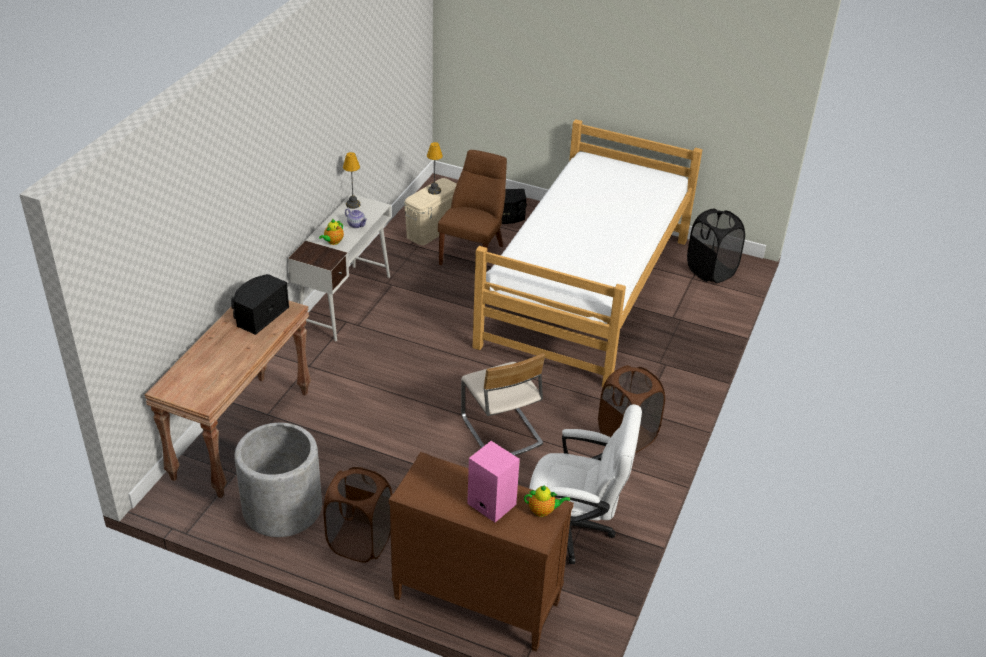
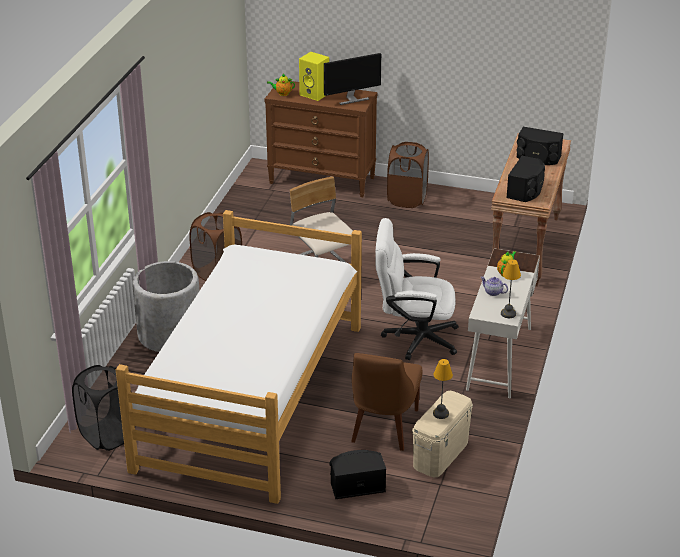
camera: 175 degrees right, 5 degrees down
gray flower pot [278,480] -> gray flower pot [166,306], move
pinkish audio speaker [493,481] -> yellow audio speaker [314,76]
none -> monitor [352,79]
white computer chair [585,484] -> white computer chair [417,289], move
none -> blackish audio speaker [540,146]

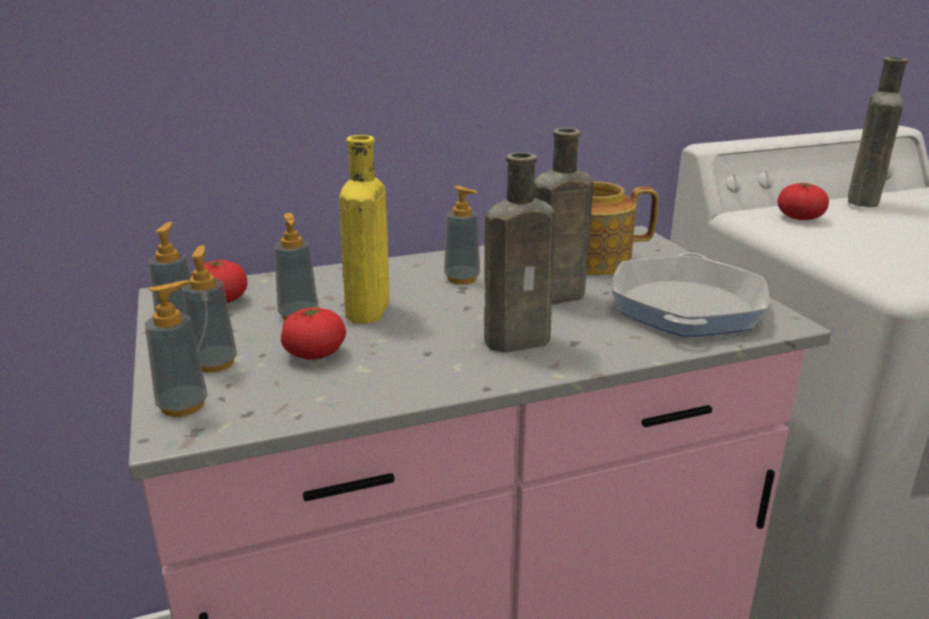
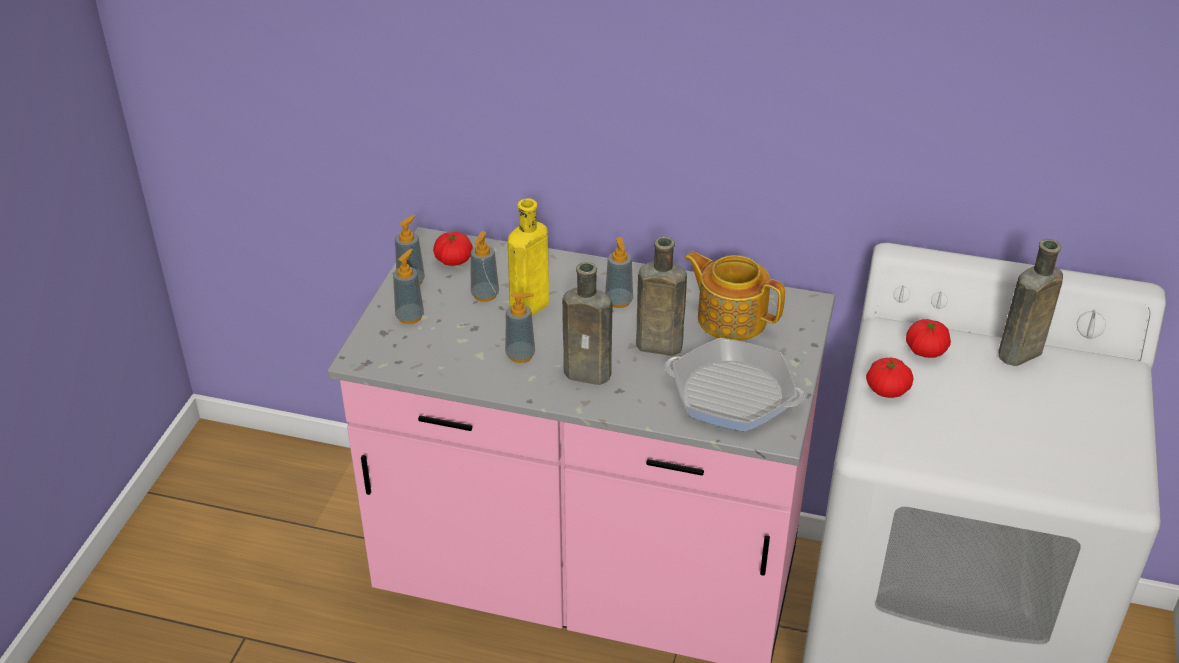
camera: 35 degrees right, 15 degrees up
liquid soap bottle [176,348] -> liquid soap bottle [520,328], move
pan [690,295] -> pan [735,385], 60 degrees clockwise
whole tomato [313,333] -> whole tomato [889,378], move

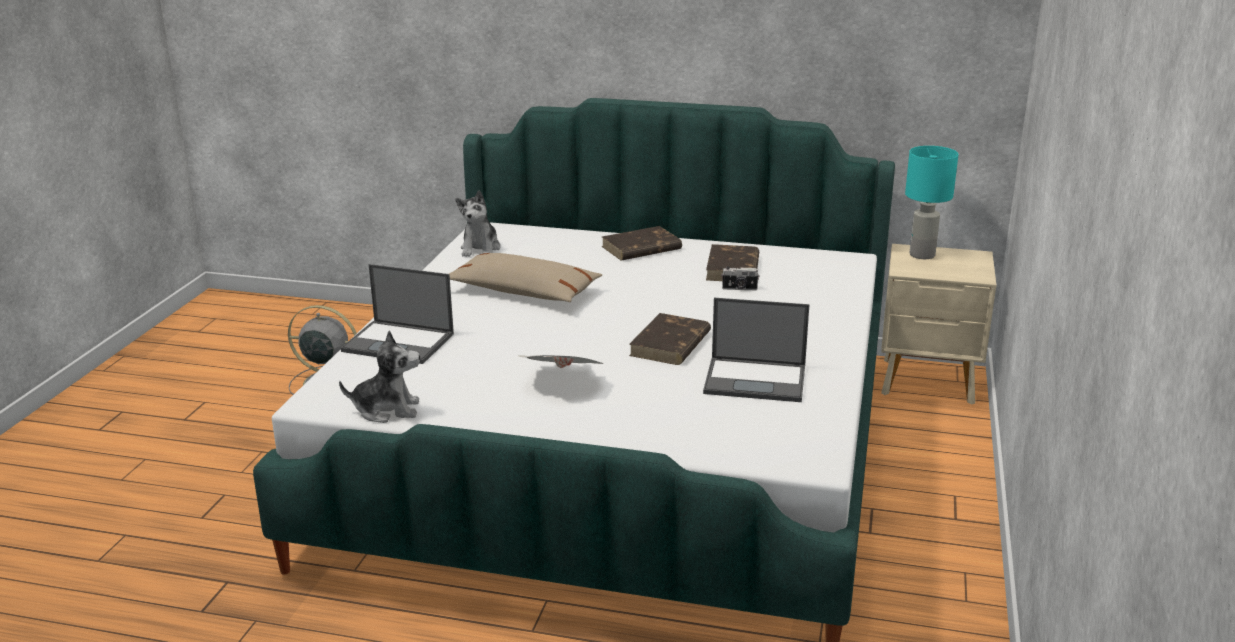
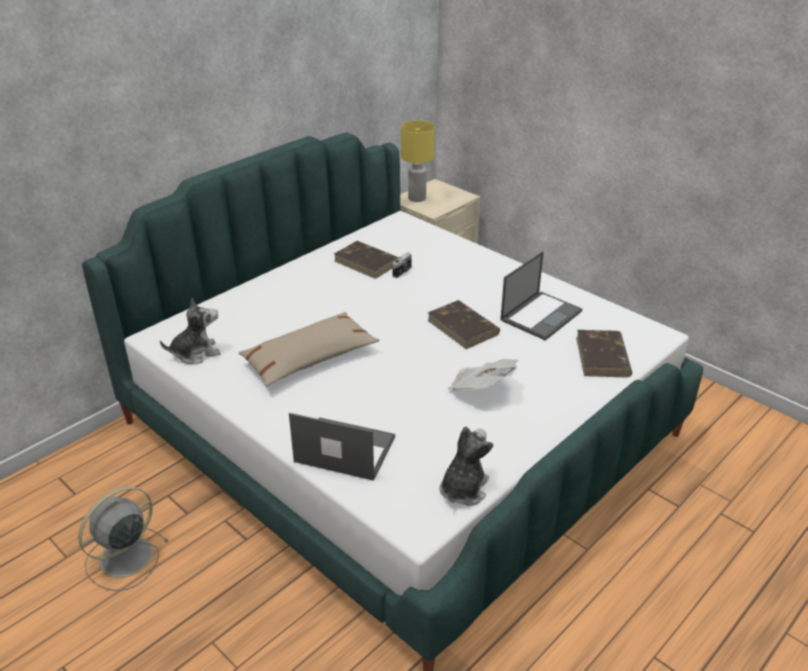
camera: 60 degrees left, 10 degrees up
cuddly toy [478,223] -> cuddly toy [190,331], 60 degrees counterclockwise
notebook computer [397,314] -> notebook computer [342,447], 120 degrees counterclockwise
turquoise table lamp [932,202] -> yellow table lamp [418,161]
brownish book [641,243] -> brownish book [604,353], move

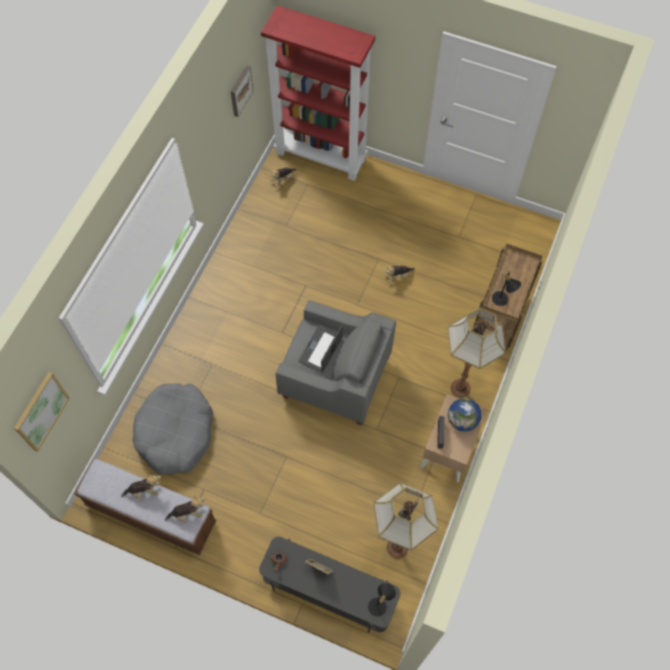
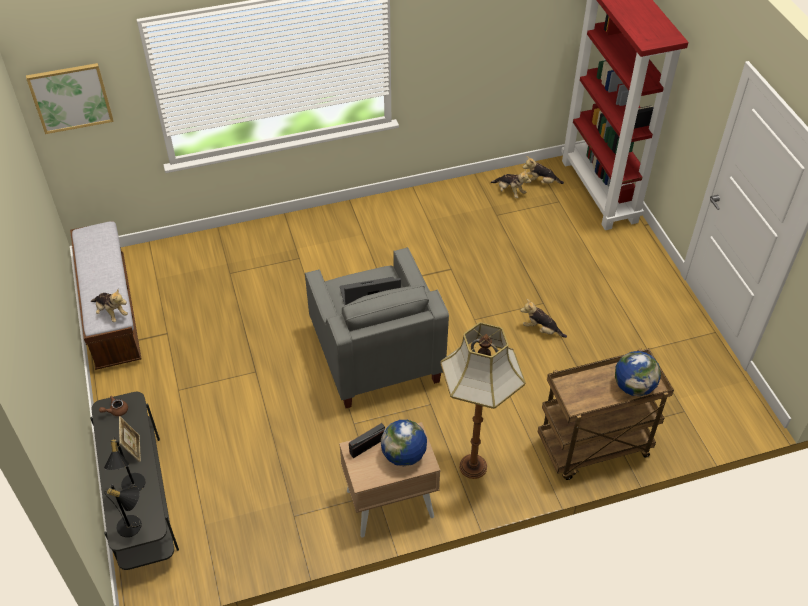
camera: 50 degrees right, 15 degrees down
blackish table lamp [506,289] -> blackish table lamp [124,464], move
cuddly toy [141,486] -> cuddly toy [510,184], move
none -> desk globe [638,373]
gray dog bed [173,429] -> none
wall picture [241,91] -> none
standing lamp [406,521] -> none

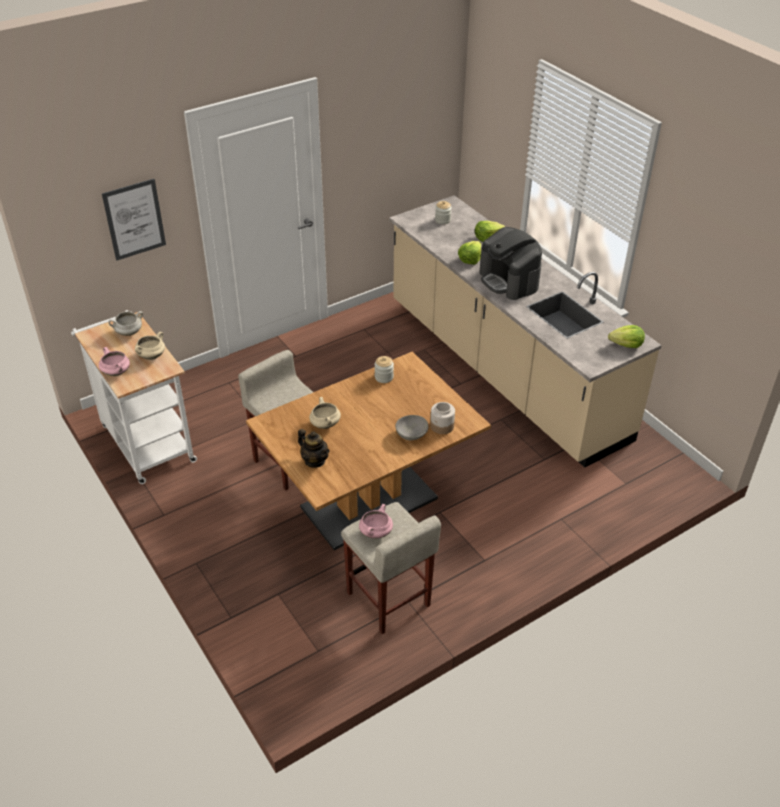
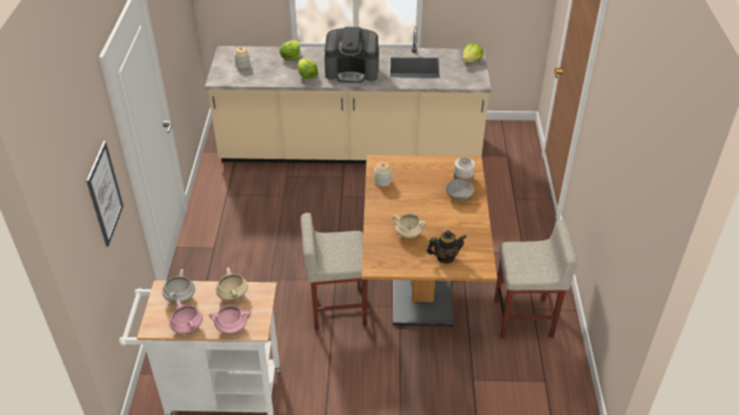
camera: 55 degrees left, 0 degrees up
pinkish saucepot [376,521] -> pinkish saucepot [186,317], move

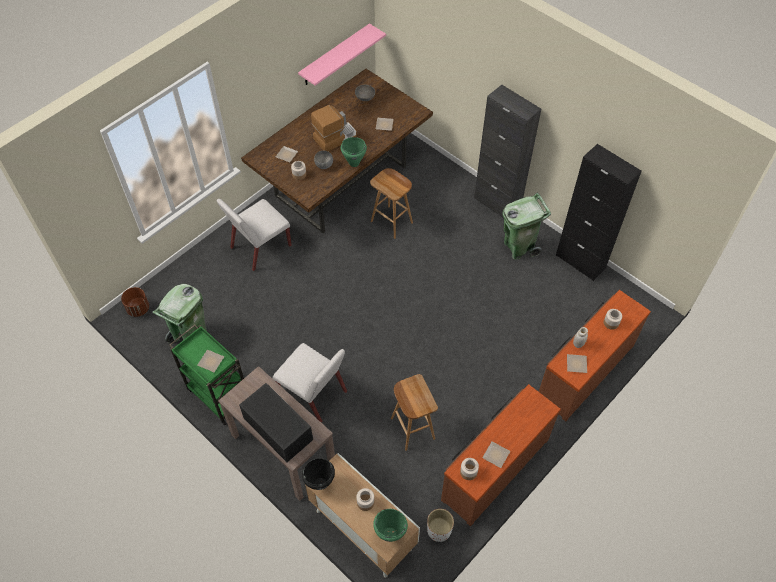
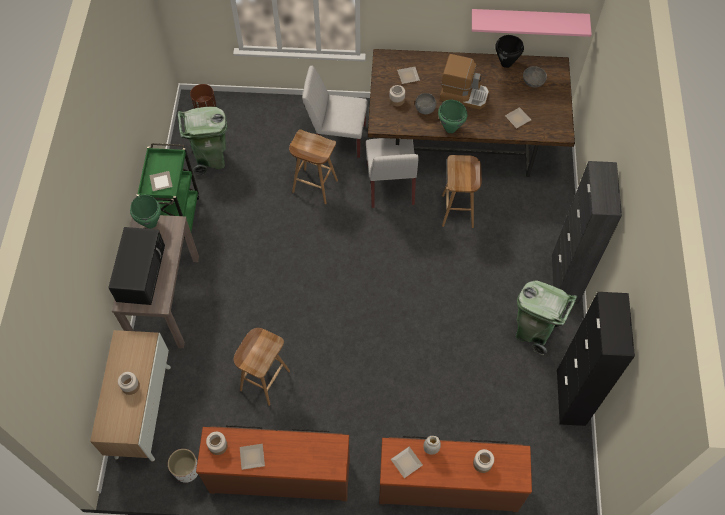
camera: 50 degrees right, 5 degrees up
greenish saucepot [390,525] -> greenish saucepot [145,212], move
none -> brownish stool [313,166]
white plain chair [310,383] -> white plain chair [392,173], move
blackish saucepot [318,474] -> blackish saucepot [509,51], move

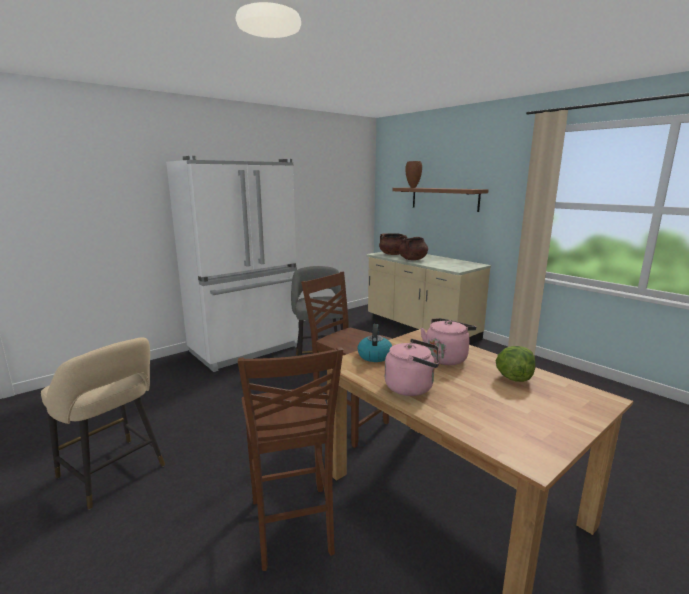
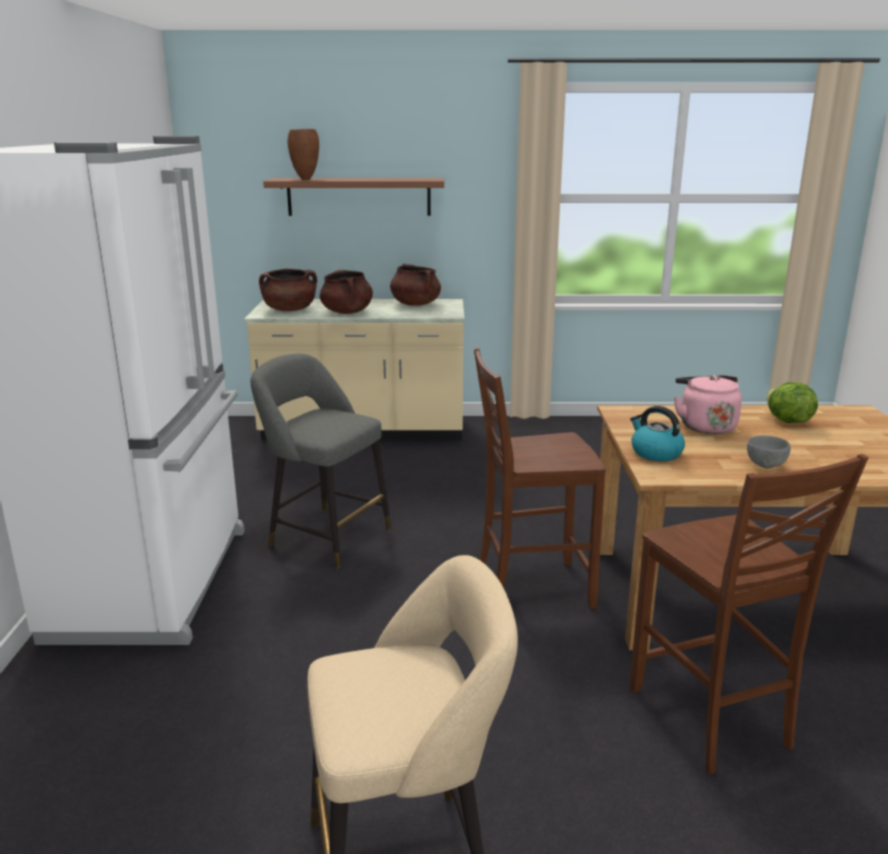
camera: 50 degrees left, 5 degrees up
none -> brownish saucepot [415,285]
brownish plain chair [290,459] -> brownish plain chair [749,614], 45 degrees clockwise
pinkish kettle [412,367] -> gray serving bowl [769,451]

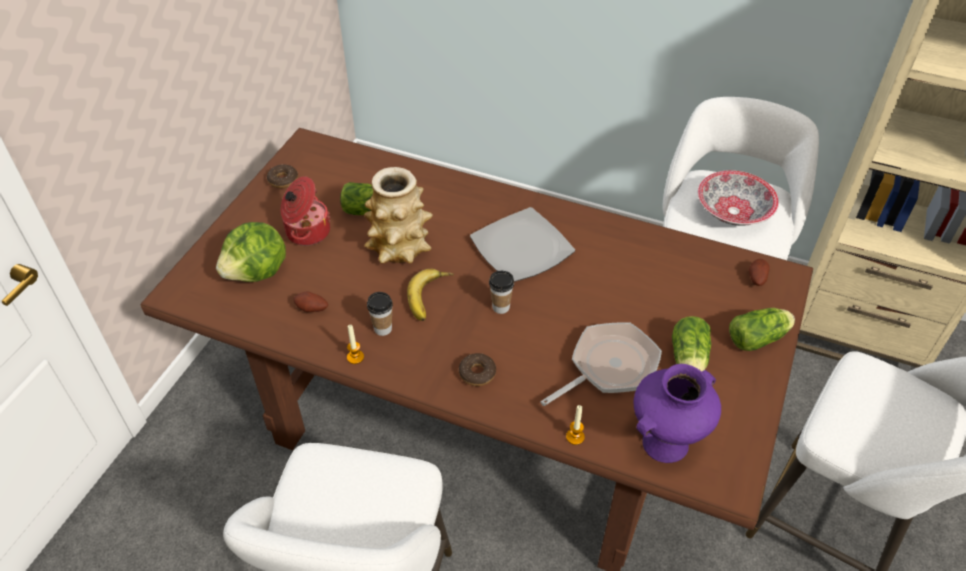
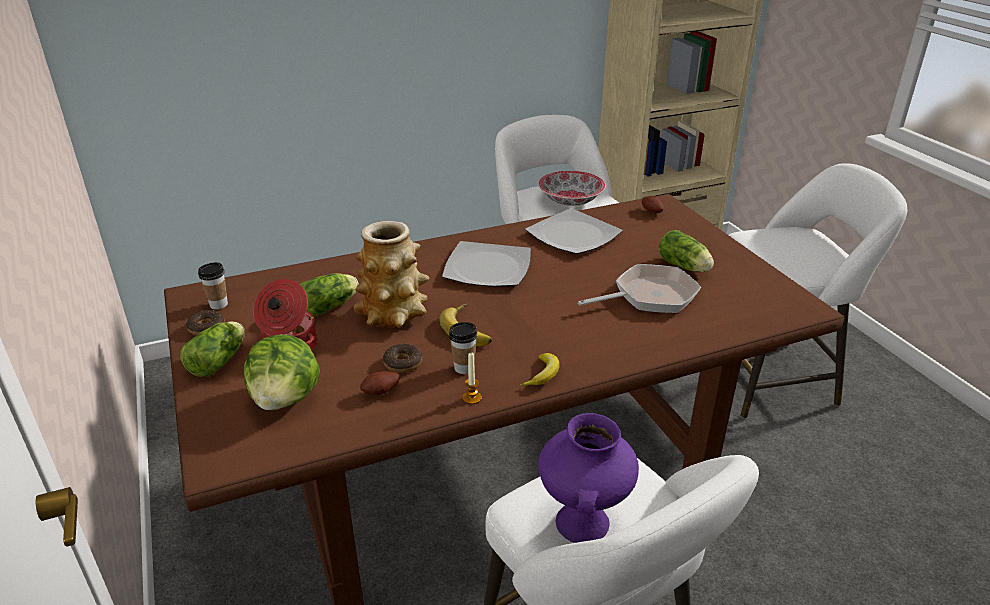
camera: 45 degrees left, 15 degrees down
lettuce head [762,329] -> lettuce head [212,349], move
small cup [501,292] -> small cup [213,285], move
ring doughnut [477,369] -> ring doughnut [402,358], move
none -> banana fruit [540,369]
none -> dinner plate [573,231]
purplish decorative vase [677,413] -> purplish decorative vase [588,478], move
pan [601,364] -> pan [639,288], 60 degrees clockwise
wax light [575,425] -> none

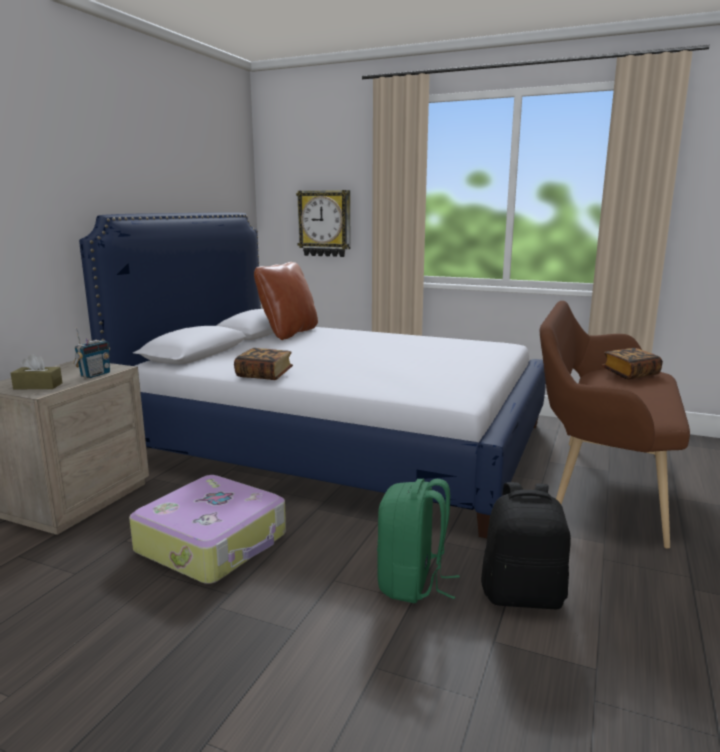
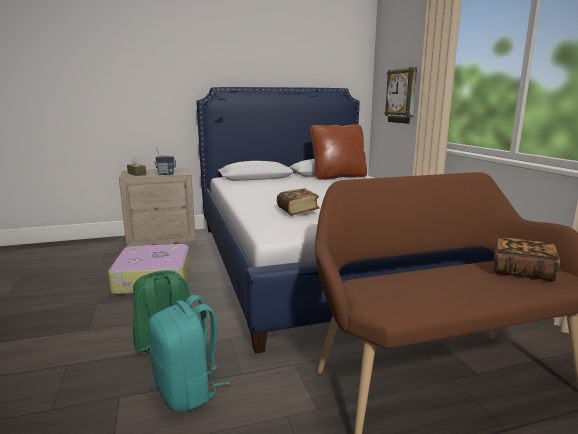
camera: 50 degrees right, 0 degrees up
blackish knapsack [526,545] -> turquoise knapsack [189,353]
book [263,364] -> book [298,202], move

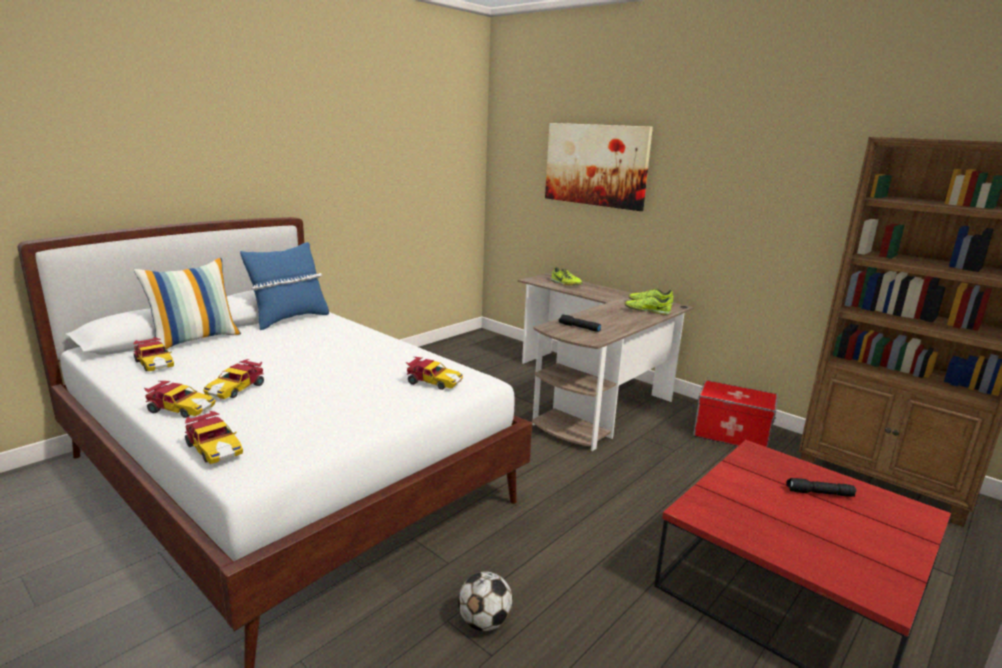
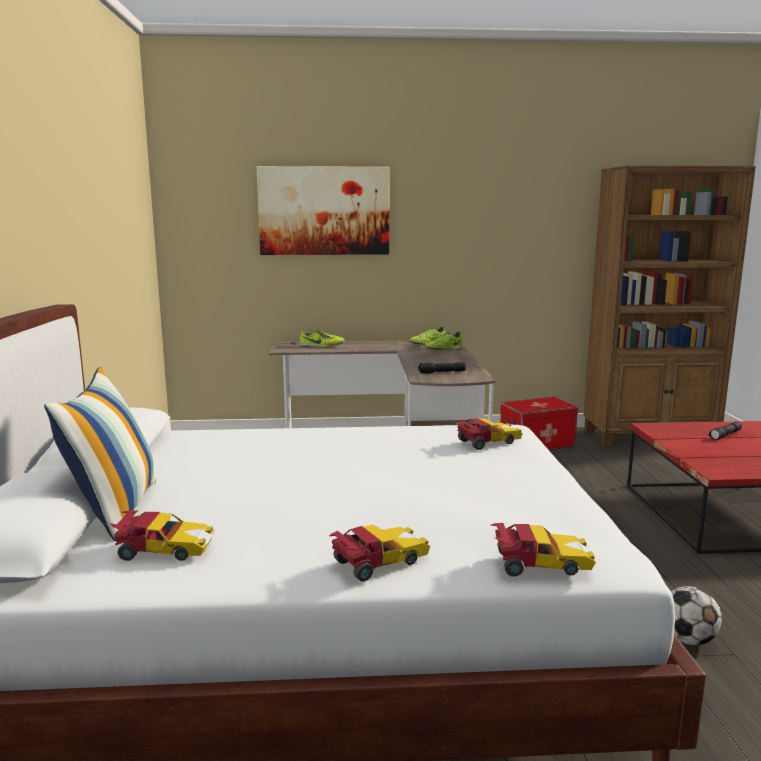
camera: 45 degrees left, 5 degrees down
miniature car [233,379] -> none
blue pillow [284,286] -> none

